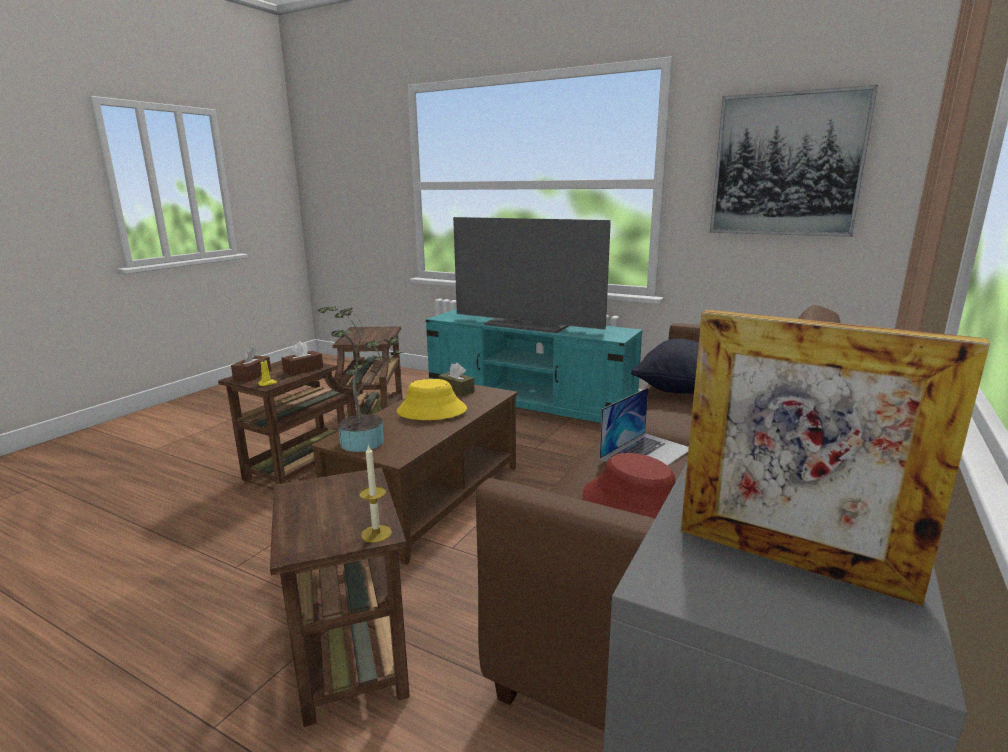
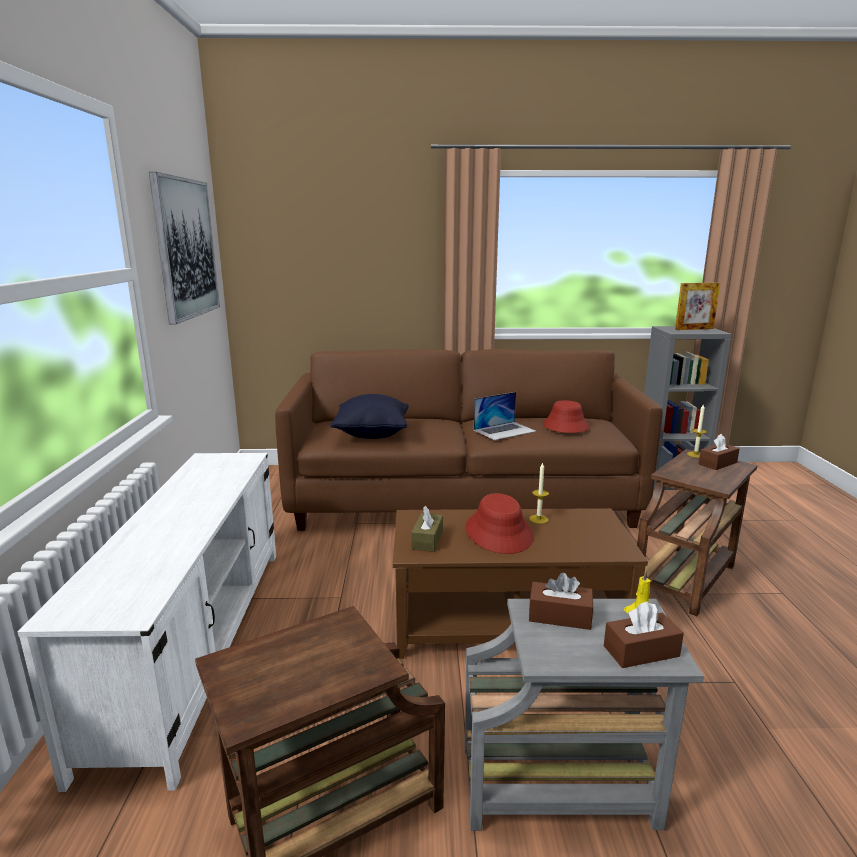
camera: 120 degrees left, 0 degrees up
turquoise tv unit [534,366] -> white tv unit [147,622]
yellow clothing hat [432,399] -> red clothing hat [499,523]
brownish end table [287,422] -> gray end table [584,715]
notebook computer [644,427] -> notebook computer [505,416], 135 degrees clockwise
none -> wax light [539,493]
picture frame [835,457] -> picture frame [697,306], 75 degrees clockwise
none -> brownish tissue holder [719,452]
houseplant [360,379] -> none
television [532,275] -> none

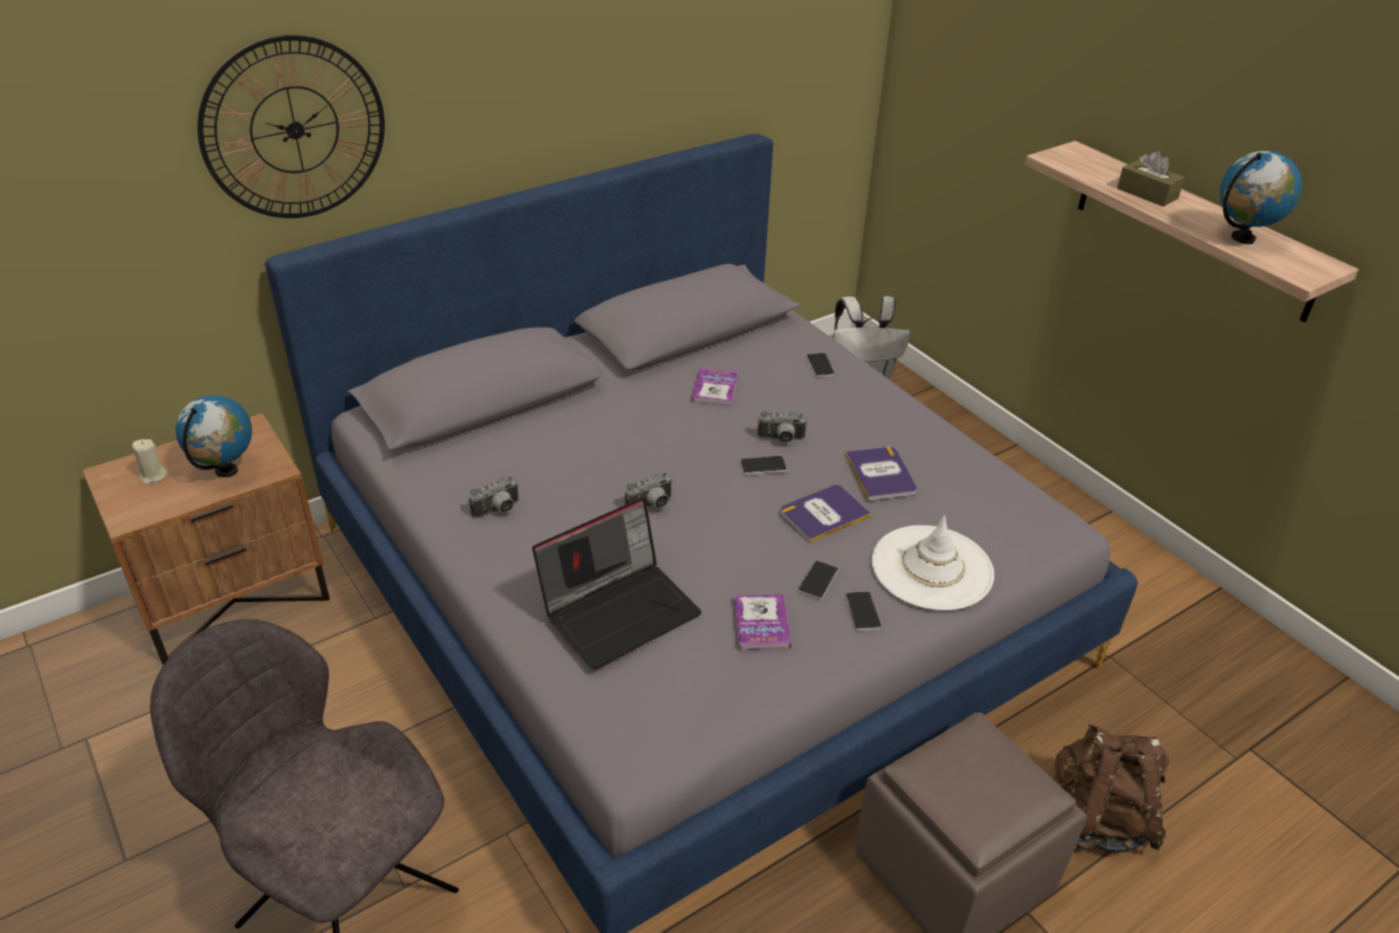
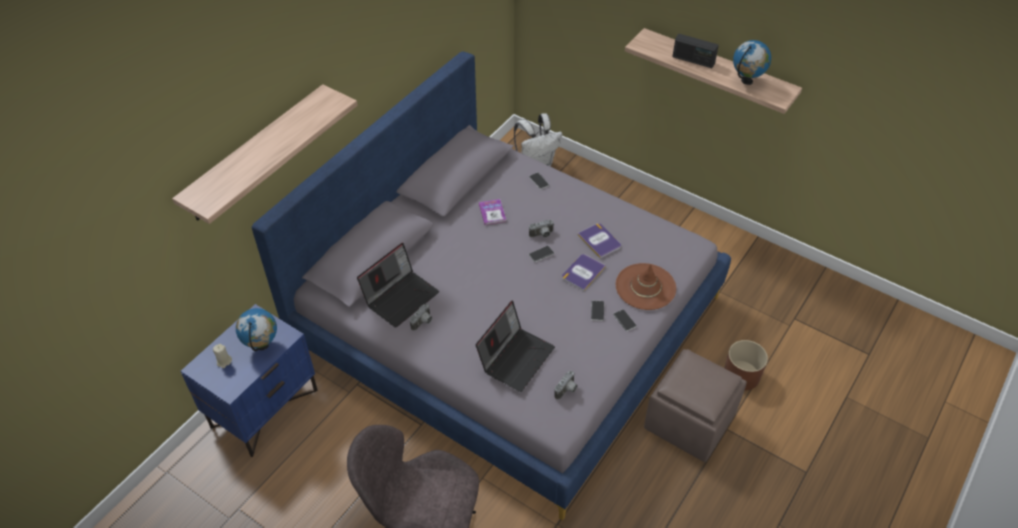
camera: 20 degrees left, 10 degrees up
clock on the wall [291,126] -> shelf [265,154]
brownish nightstand [206,539] -> blue nightstand [249,380]
none -> notebook computer [398,285]
photo camera [649,490] -> photo camera [566,385], move
white clothing hat [933,563] -> brownish clothing hat [646,286]
brownish tissue holder [1151,179] -> radio [695,51]
brownish knapsack [1111,788] -> brownish flower pot [746,365]
book [762,622] -> none

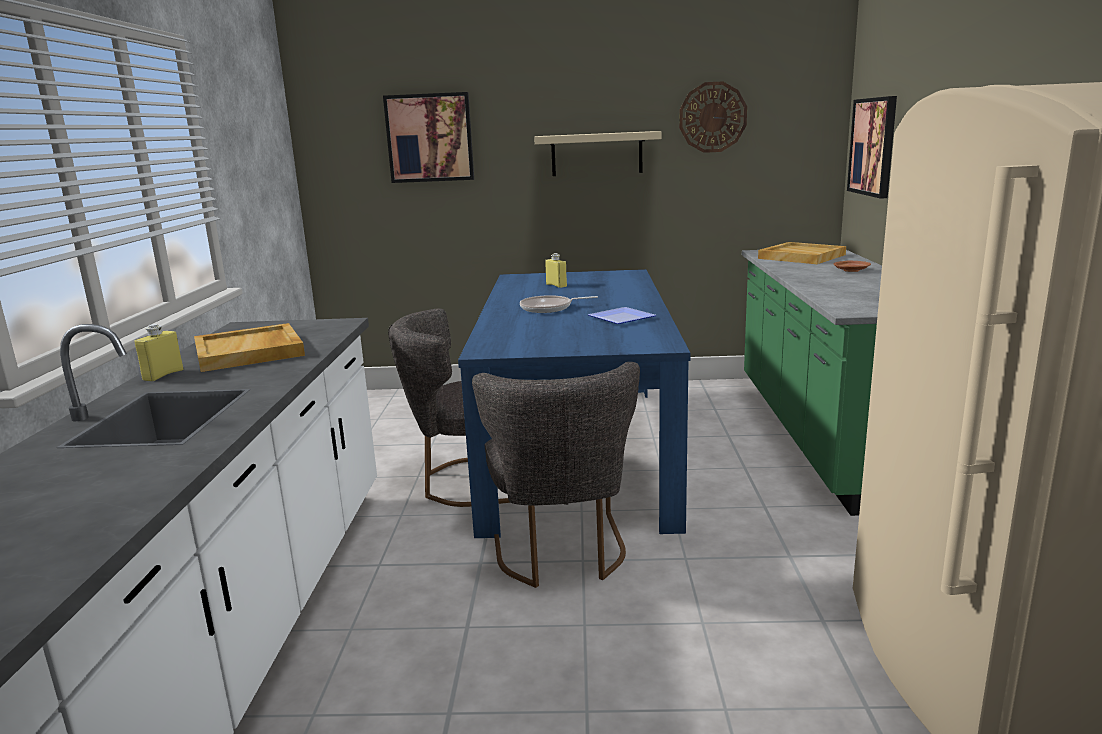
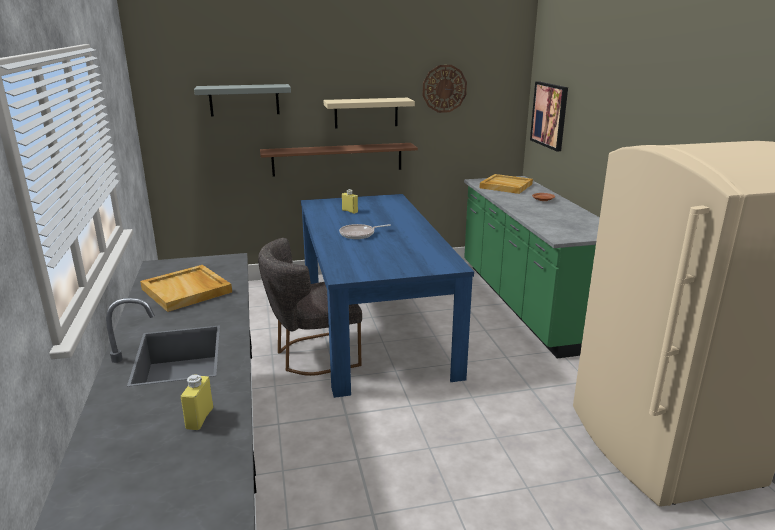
camera: 15 degrees left, 5 degrees up
yellow beverage bottle [159,353] -> yellow beverage bottle [197,402], move
wall picture [428,137] -> gray shelf [242,100]
none -> brownish shelf [339,160]
gray plain chair [556,475] -> none
dinner plate [622,315] -> none

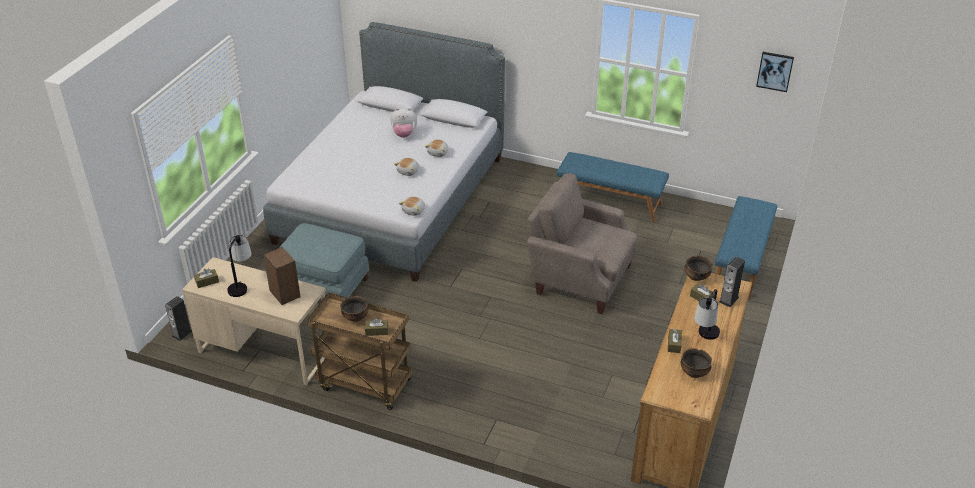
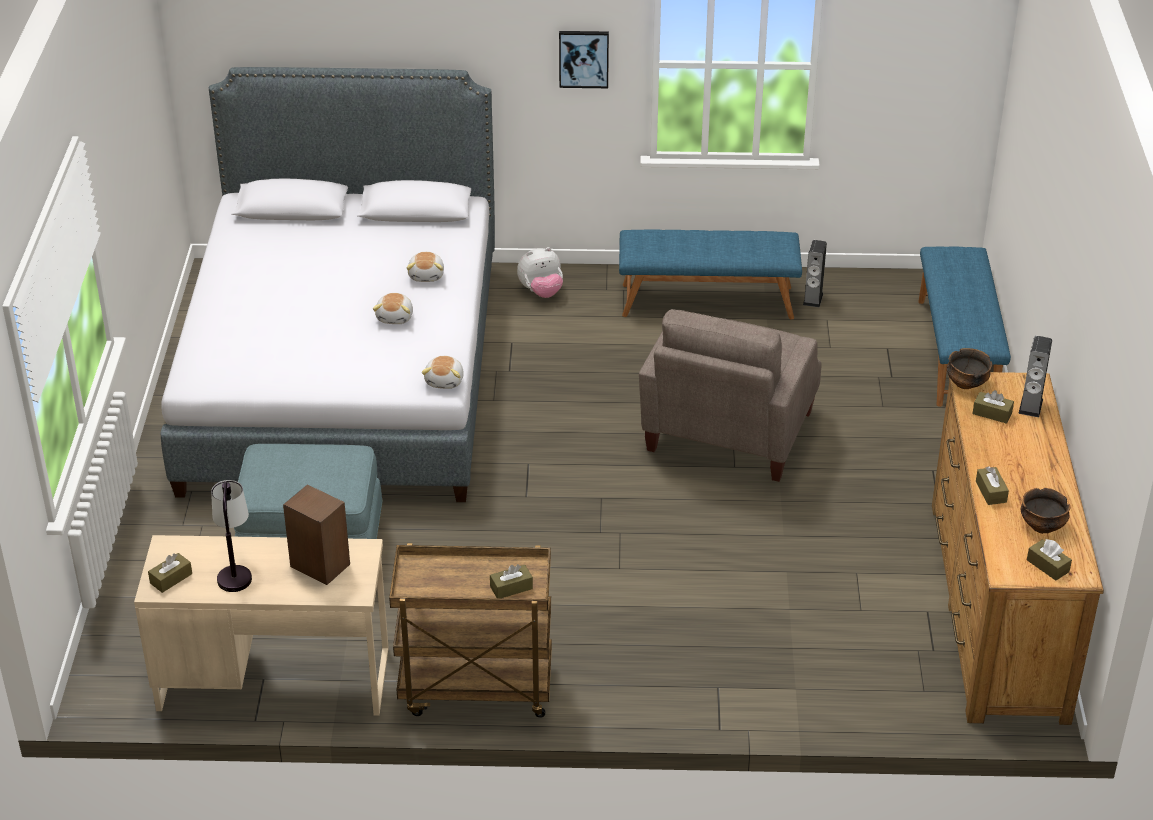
camera: 20 degrees left, 0 degrees up
cuddly toy [404,123] -> cuddly toy [540,272], move
wall picture [775,72] -> wall picture [584,59], move
beige-coloured easy chair [582,243] -> beige-coloured easy chair [730,395], 75 degrees counterclockwise
audio speaker [178,318] -> audio speaker [815,273], move
none -> brownish tissue holder [1049,560]
serving bowl [354,309] -> none
table lamp [707,314] -> none

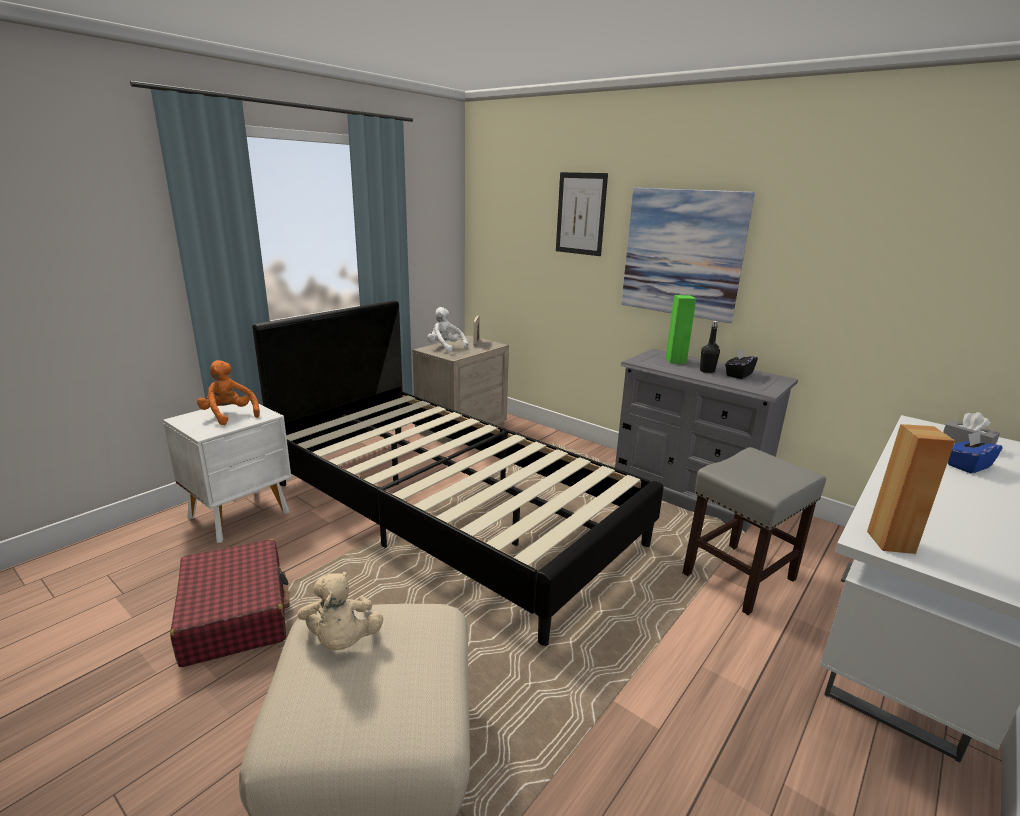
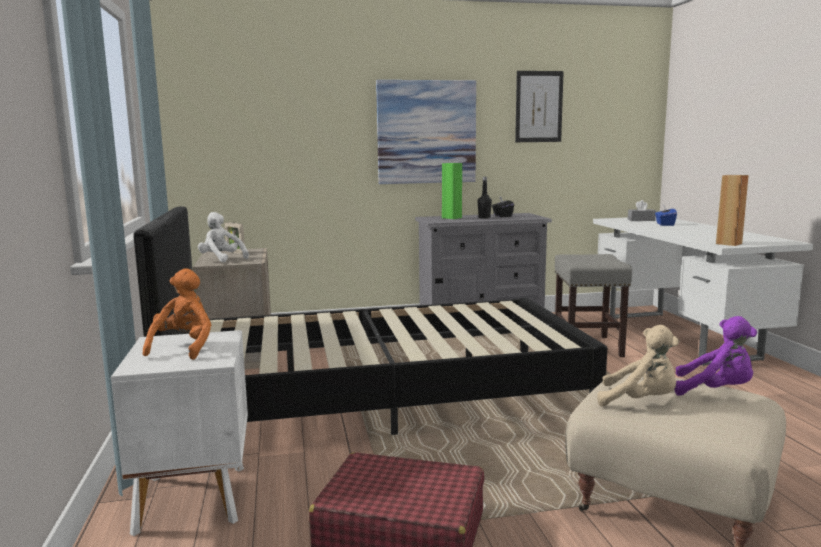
camera: 50 degrees left, 10 degrees down
orange-coloured cuddly toy [228,392] -> orange-coloured cuddly toy [177,314], 105 degrees clockwise
white cuddly toy [448,330] -> white cuddly toy [223,237], 45 degrees clockwise
wall picture [582,214] -> wall picture [539,106], move
none -> purplish cuddly toy [715,356]

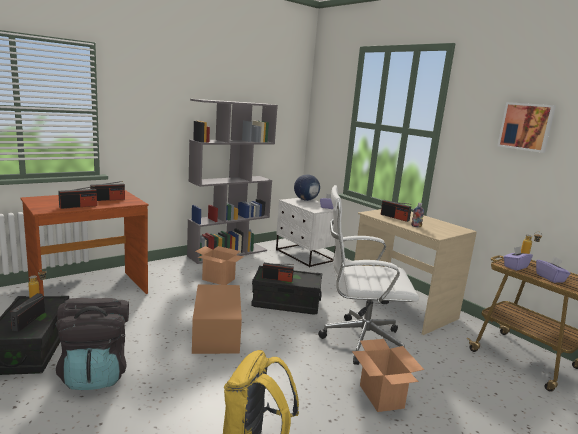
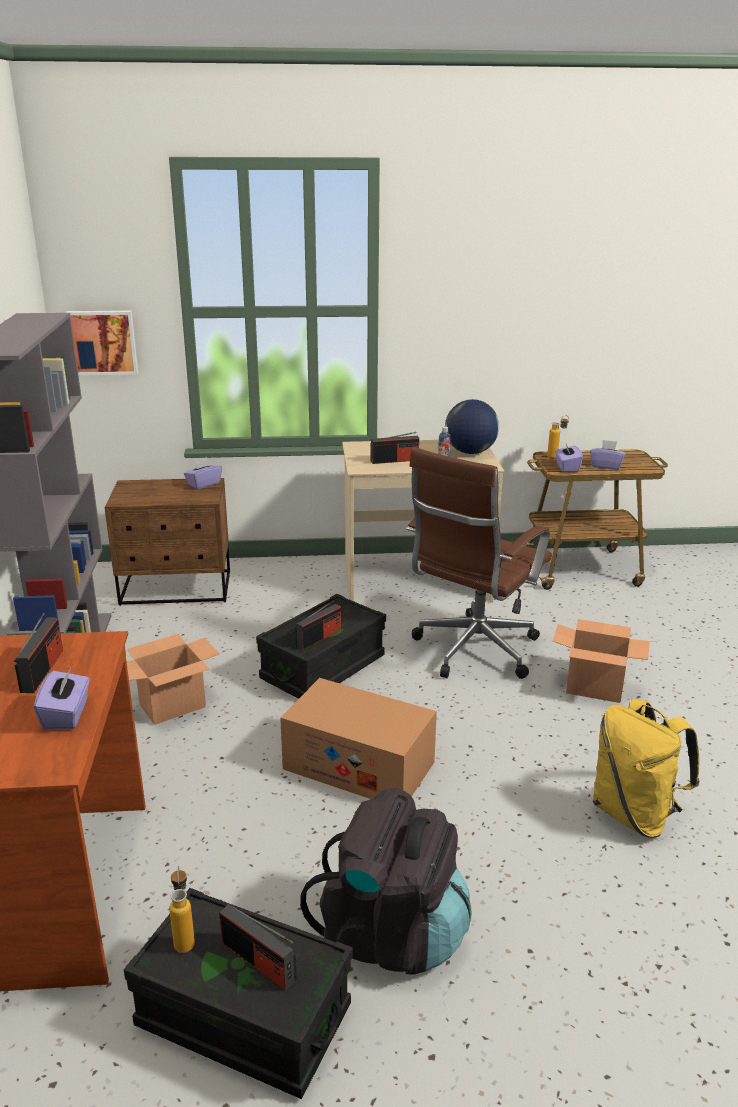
camera: 55 degrees left, 10 degrees up
radio [77,197] -> purplish tissue holder [62,699]
wall picture [526,127] -> wall picture [101,343], move
white nightstand [305,233] -> brownish nightstand [167,542]
white computer chair [368,275] -> brownish computer chair [479,563]
desk globe [307,187] -> desk globe [472,426], move

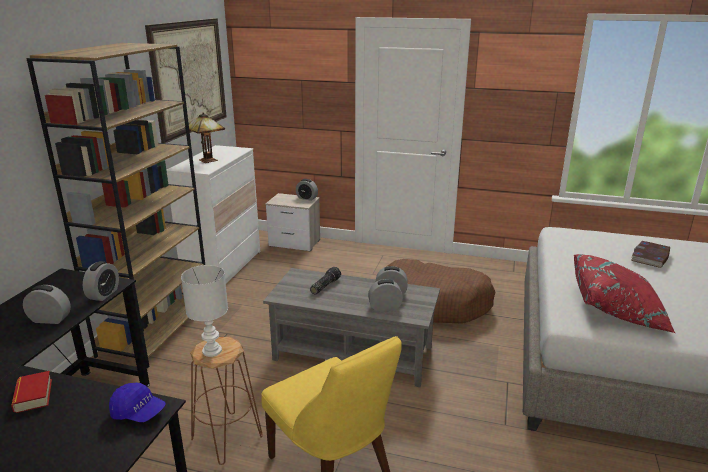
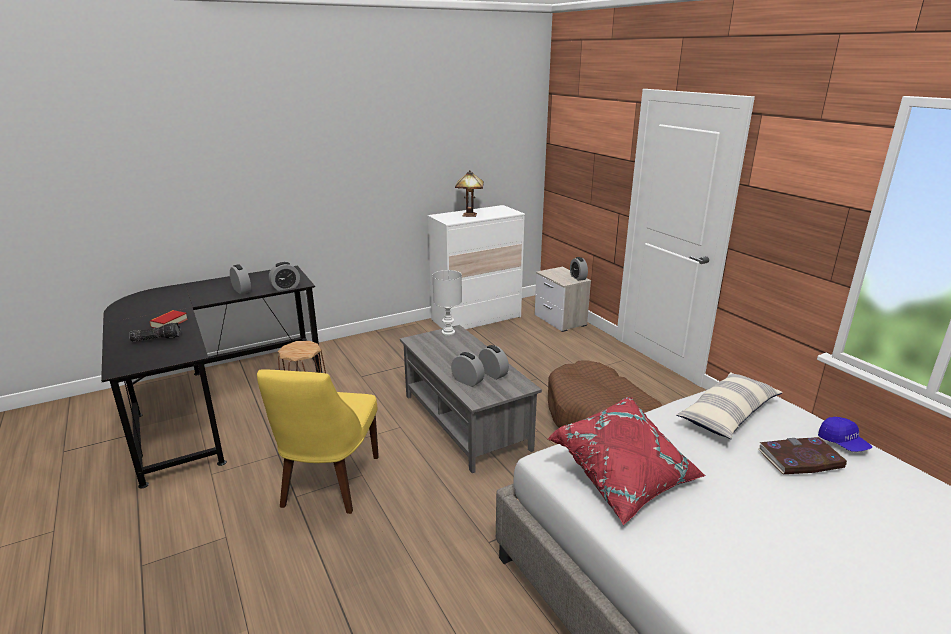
camera: 45 degrees right, 0 degrees up
hand torch [325,280] -> hand torch [155,332], move
white table lamp [204,311] -> white table lamp [447,303], move
none -> pillow [729,405]
blue baseball cap [137,402] -> blue baseball cap [845,434], move
brownish shelving unit [115,205] -> none
wall picture [185,80] -> none

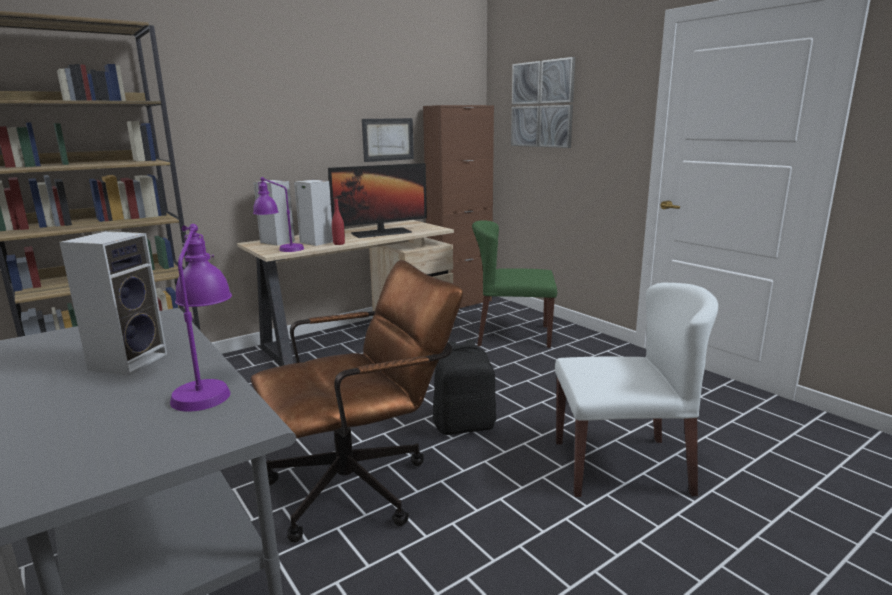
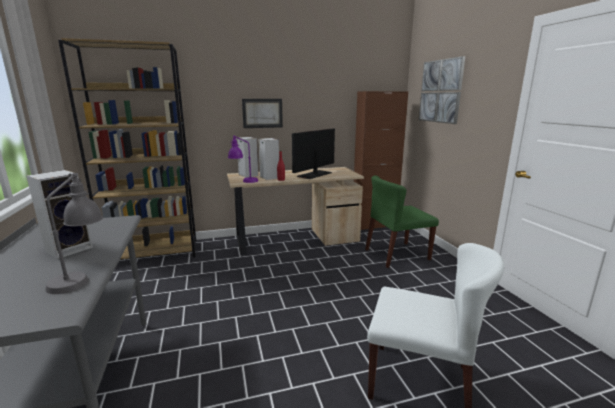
camera: 20 degrees right, 0 degrees up
purplish table lamp [201,318] -> gray table lamp [74,233]
wall picture [388,140] -> wall picture [262,113], move
monitor [377,200] -> monitor [313,153], 135 degrees clockwise
greenish plain chair [514,284] -> greenish plain chair [402,222], 45 degrees counterclockwise
brownish computer chair [357,401] -> none
blackish knapsack [464,387] -> none

